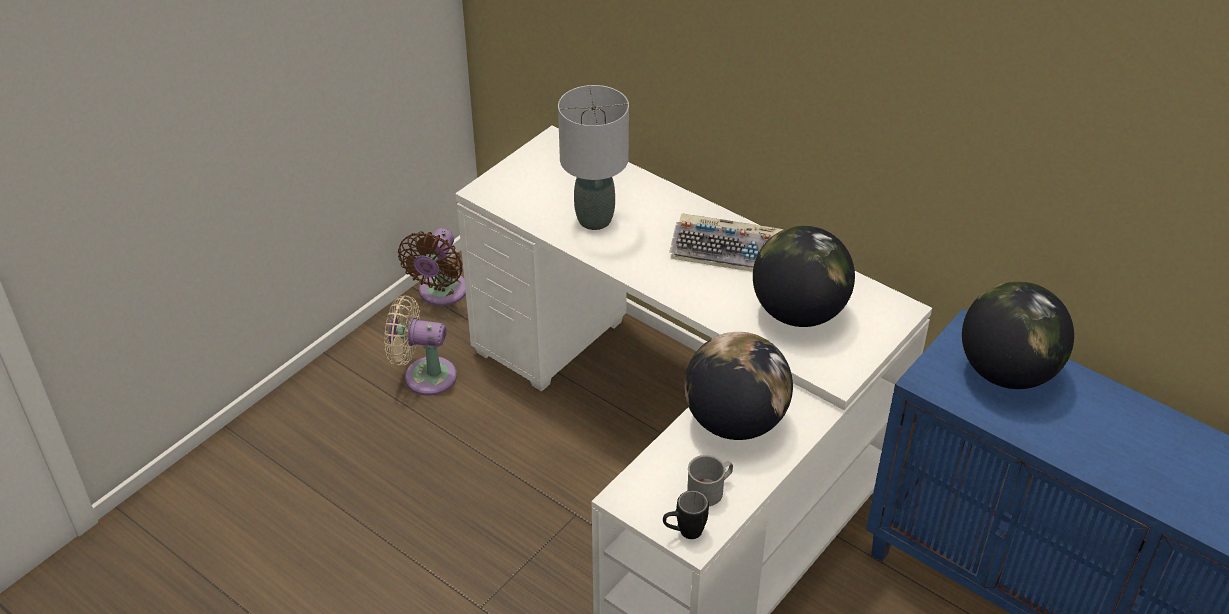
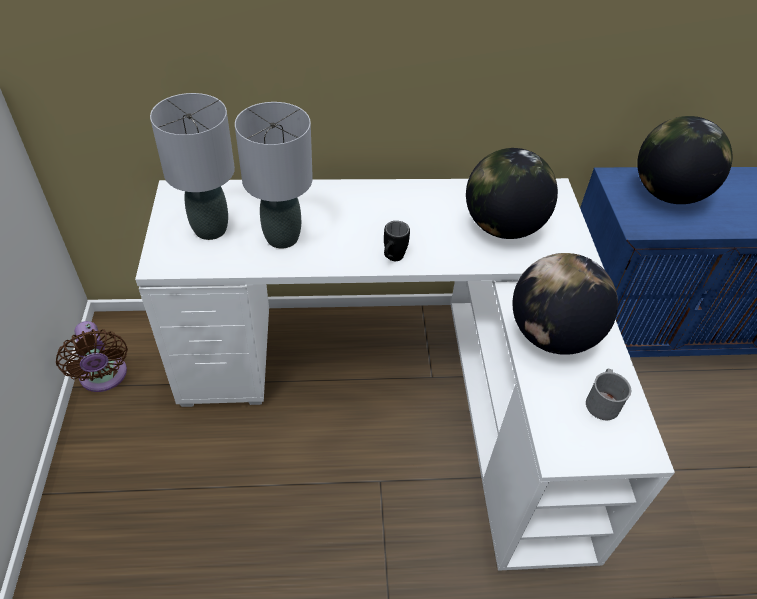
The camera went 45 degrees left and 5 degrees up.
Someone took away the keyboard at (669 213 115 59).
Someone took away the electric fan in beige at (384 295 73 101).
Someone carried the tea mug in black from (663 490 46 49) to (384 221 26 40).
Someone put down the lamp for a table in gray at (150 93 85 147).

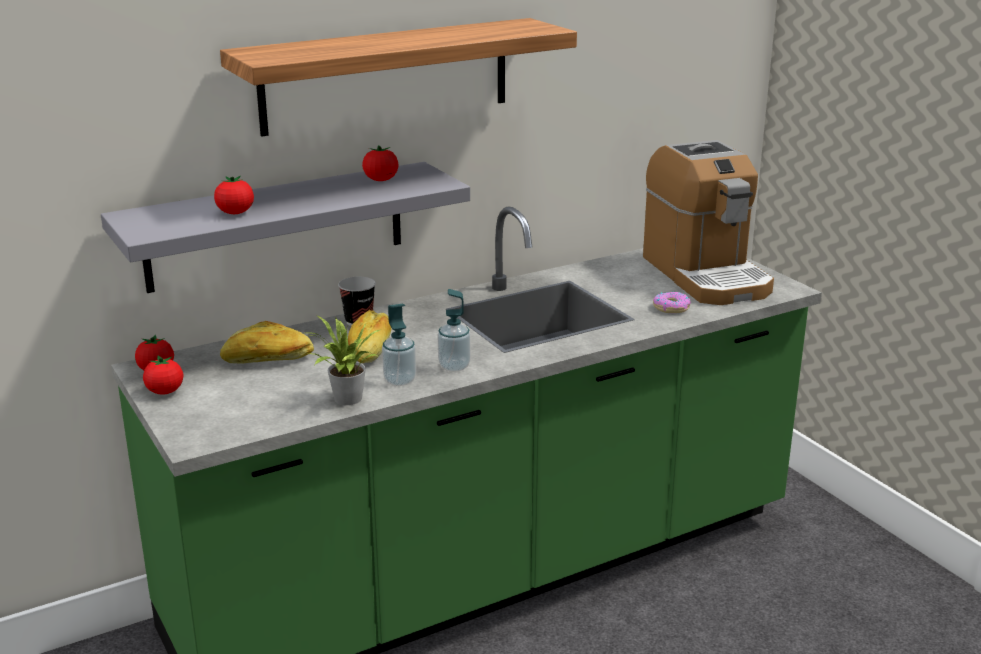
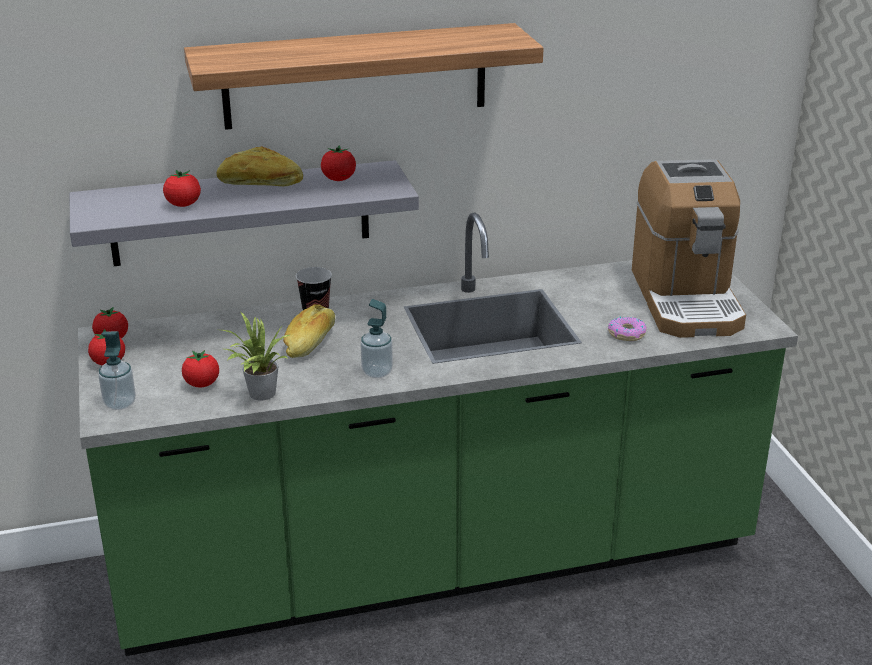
The camera went 15 degrees right and 5 degrees up.
Someone carried the liquid soap bottle from (382 304 34 82) to (98 331 38 79).
Someone carried the bakery bread from (220 321 94 43) to (216 146 87 40).
Someone put down the tomato at (182 350 37 38).

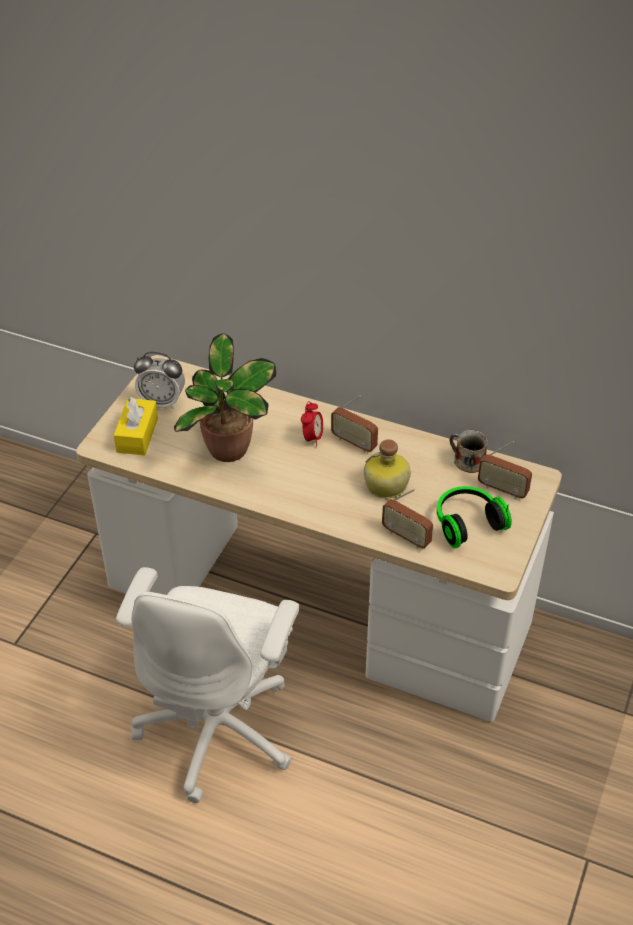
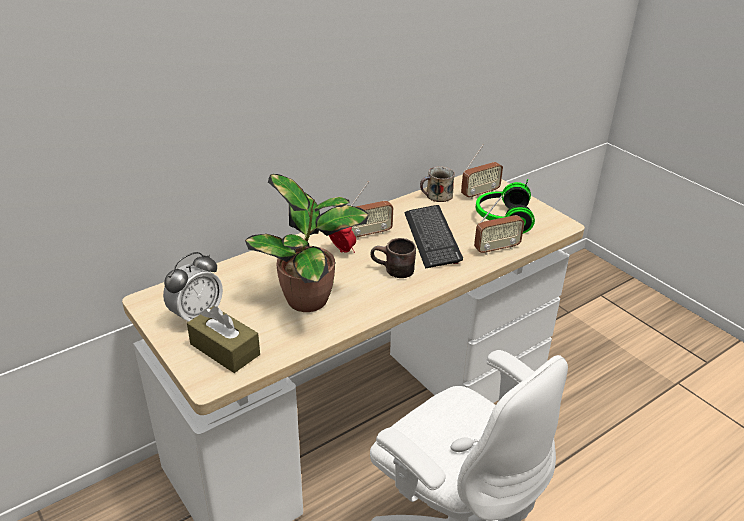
The camera went 60 degrees left and 10 degrees down.
Someone repainted the tissue box in yellowish at (114 397 44 58), which became the tissue box in brown-coloured at (187 306 73 67).
Someone swapped the drink bottle at (364 439 47 59) for the keyboard at (404 205 59 64).
Someone put down the tea mug in brown-coloured at (370 238 46 40).

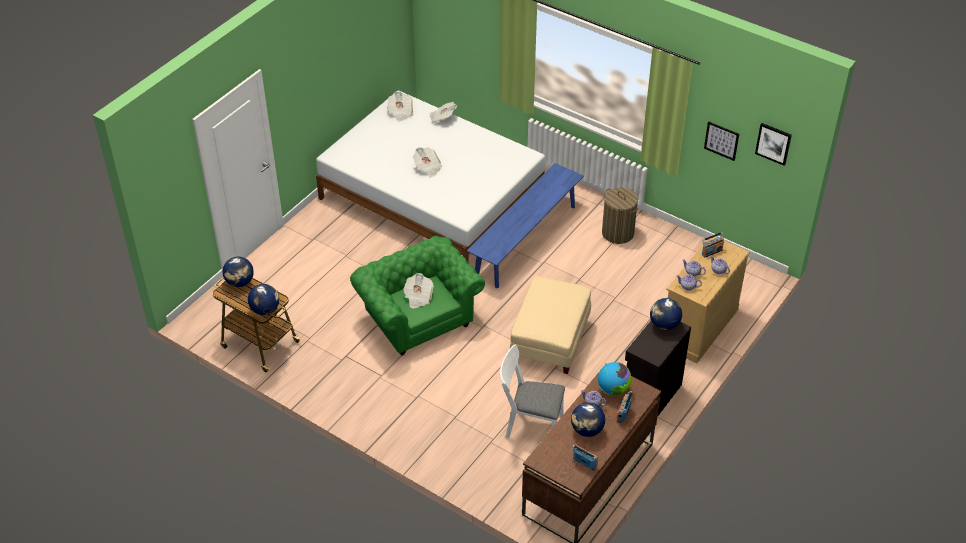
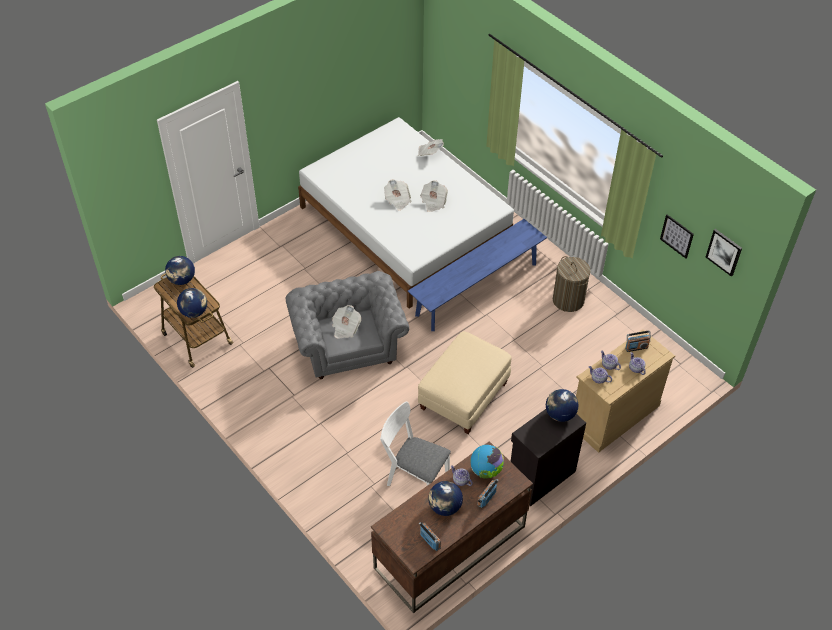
The camera went 15 degrees right and 5 degrees up.
Someone carried the newspaper from (387 91 26 31) to (420 180 28 32).
Someone repainted the armchair in greenish at (350 236 135 119), which became the armchair in gray at (286 271 123 108).

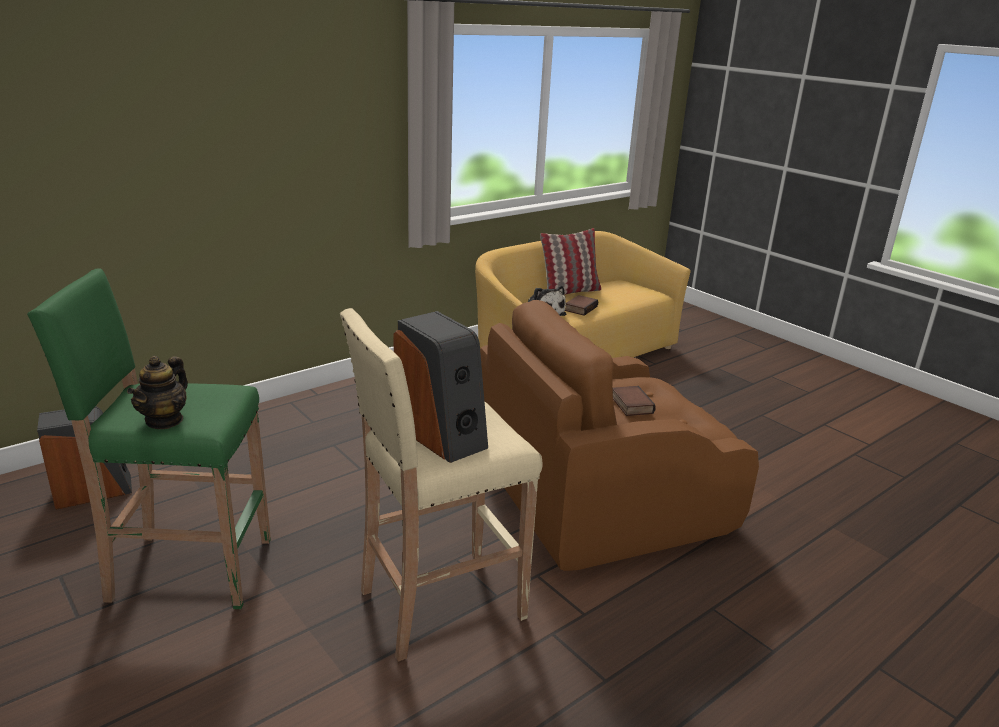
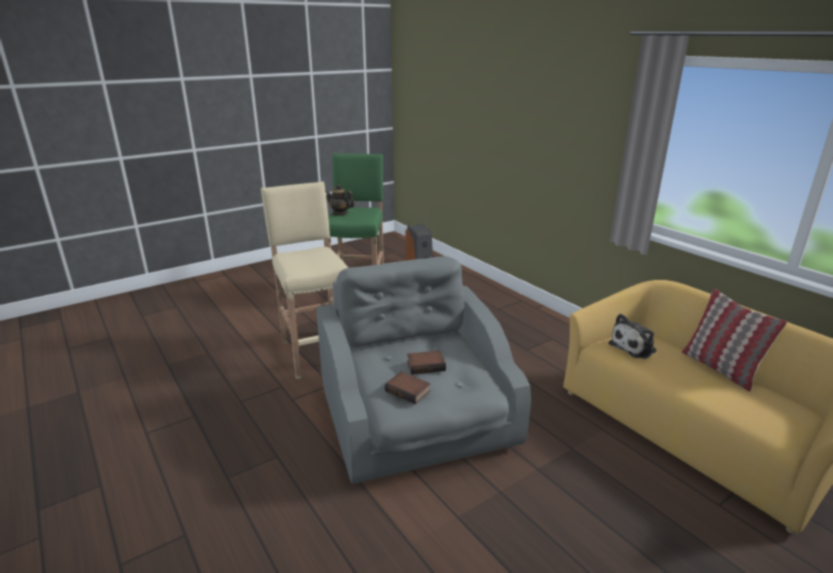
The camera went 95 degrees right and 0 degrees up.
Someone carried the volume from (565 295 33 21) to (385 372 45 32).
Someone repainted the armchair in brown-coloured at (480 300 279 271), which became the armchair in gray at (316 256 215 228).
Someone took away the audio speaker at (393 311 95 152).

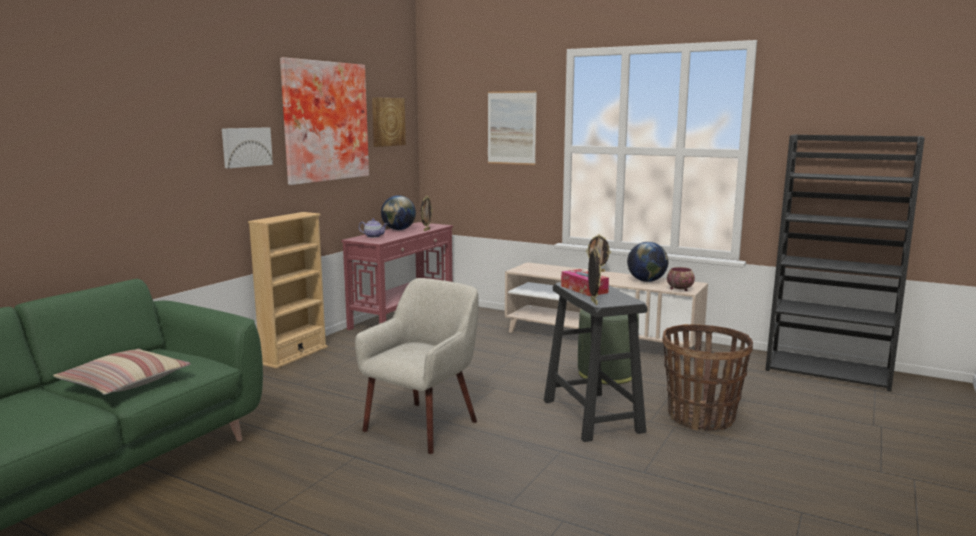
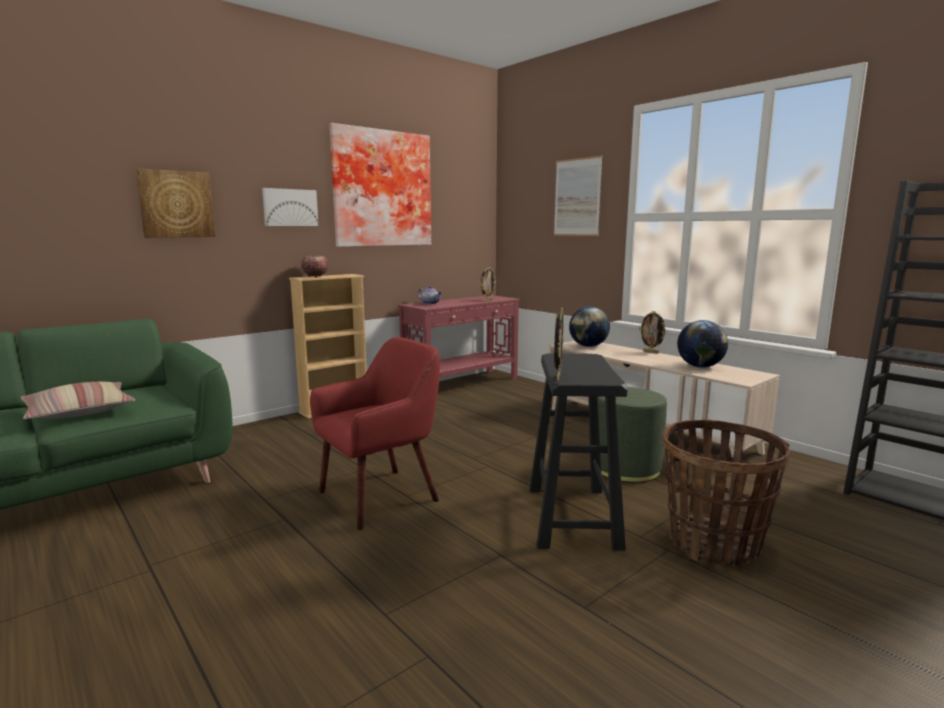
The camera went 20 degrees right and 0 degrees up.
Someone carried the picture from (372 97 34 50) to (136 168 79 70).
Someone carried the world globe from (381 195 35 35) to (569 307 41 40).
Someone carried the bowl from (667 267 28 24) to (301 256 28 21).
Someone took away the tissue box at (561 269 48 27).
Someone repainted the armchair in beige at (355 278 123 176), which became the armchair in red-coloured at (310 337 130 193).

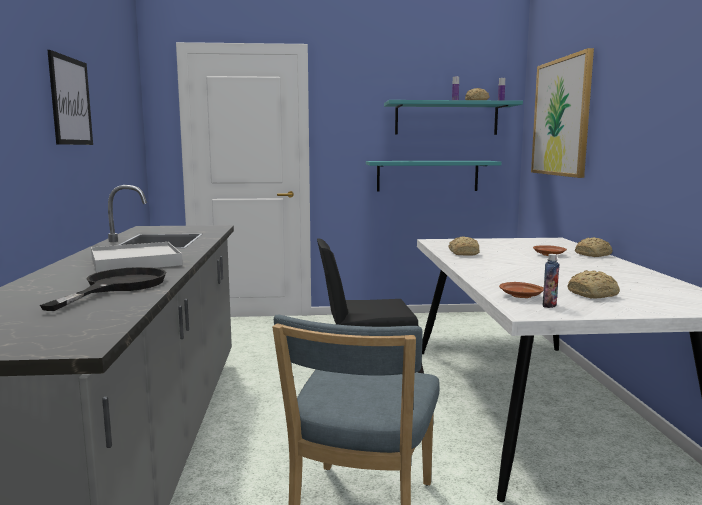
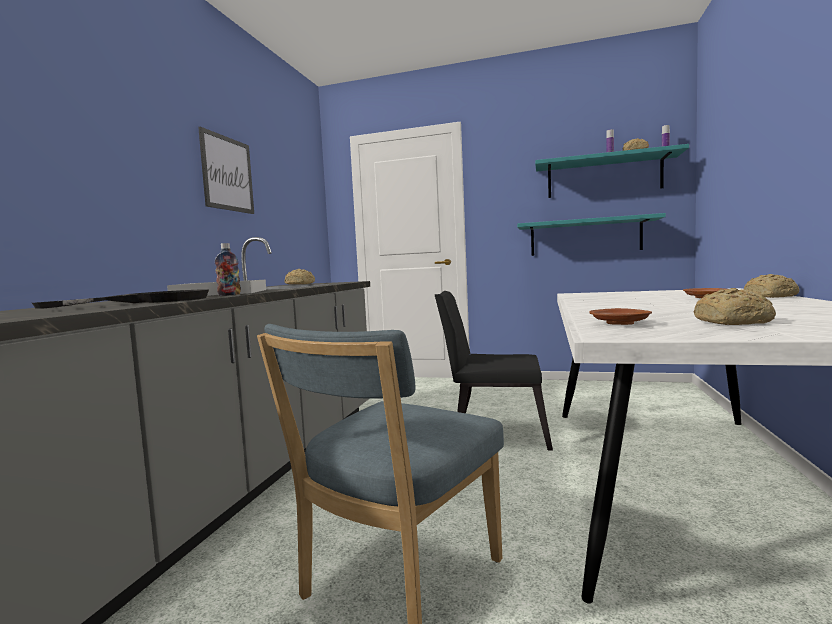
The camera went 20 degrees right and 5 degrees down.
Someone took away the picture at (531 48 63 130).
Someone carried the bakery bread from (449 236 30 19) to (285 269 30 15).
Someone carried the drink bottle from (543 254 16 54) to (215 243 26 53).

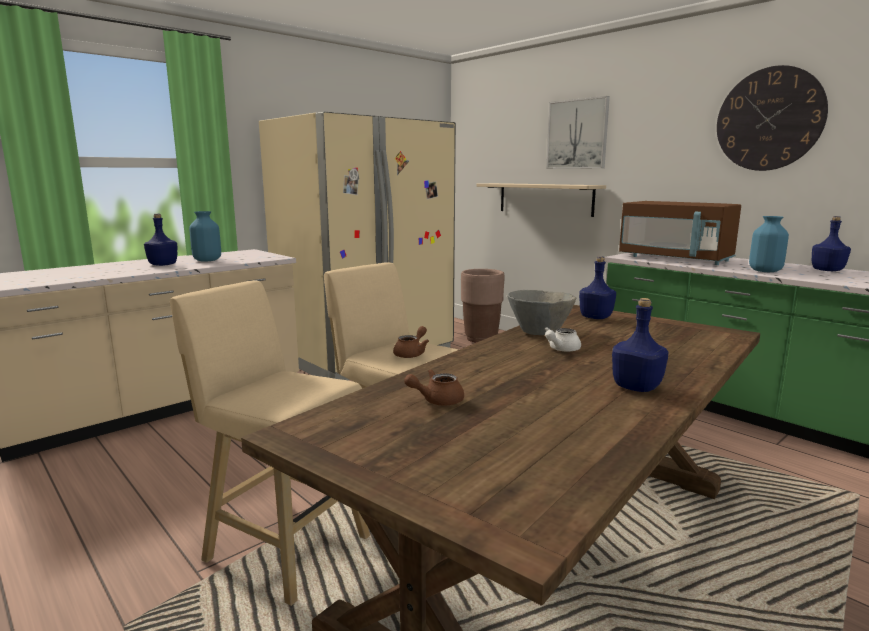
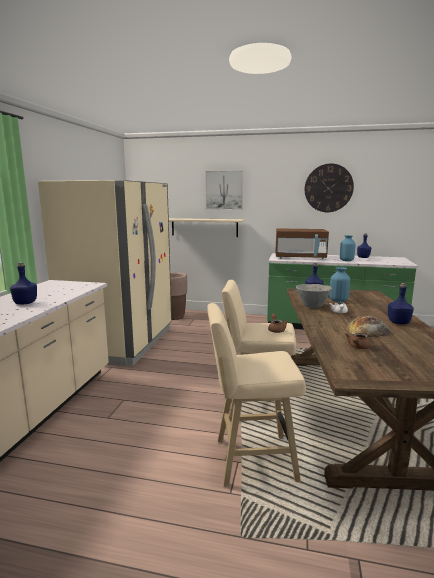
The camera went 35 degrees left and 0 degrees up.
Someone carried the decorative vase in blue from (189 211 32 51) to (329 267 21 35).
Someone put down the bakery bread at (346 315 45 22).

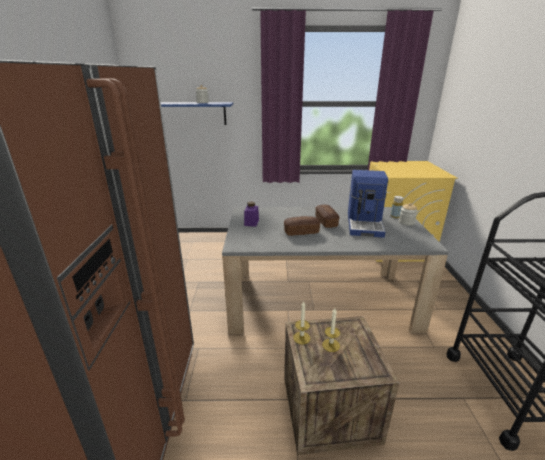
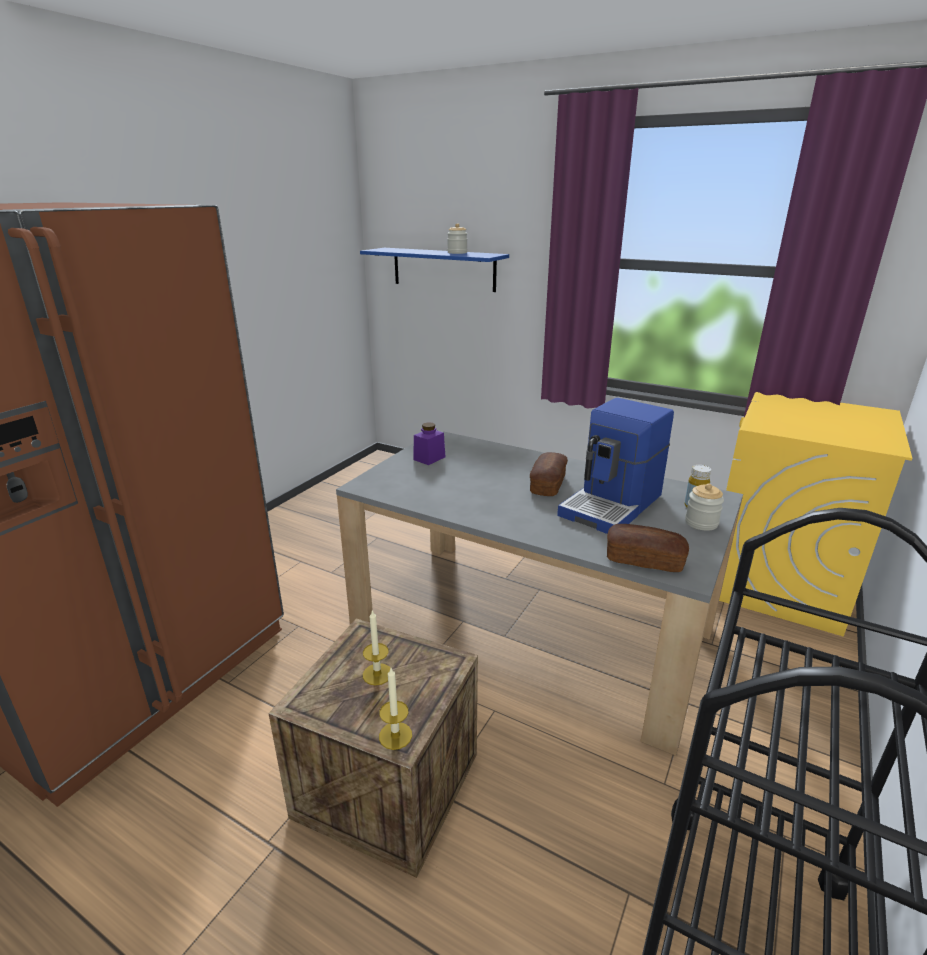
The camera went 30 degrees right and 0 degrees up.
Someone carried the bakery bread from (284 216 36 20) to (607 524 82 48).
Someone carried the wax candle from (293 301 17 43) to (379 668 33 82).

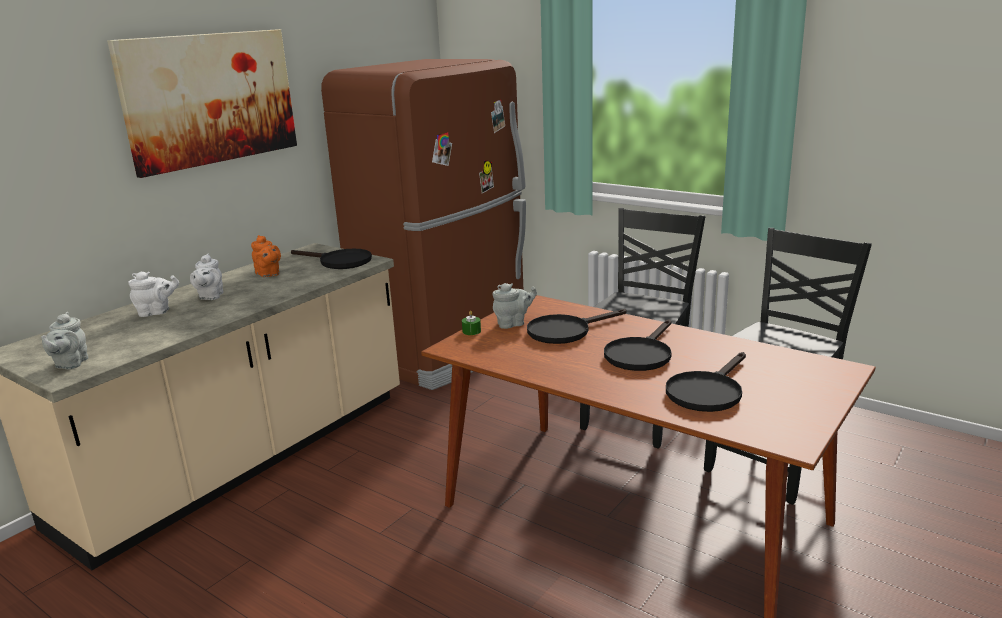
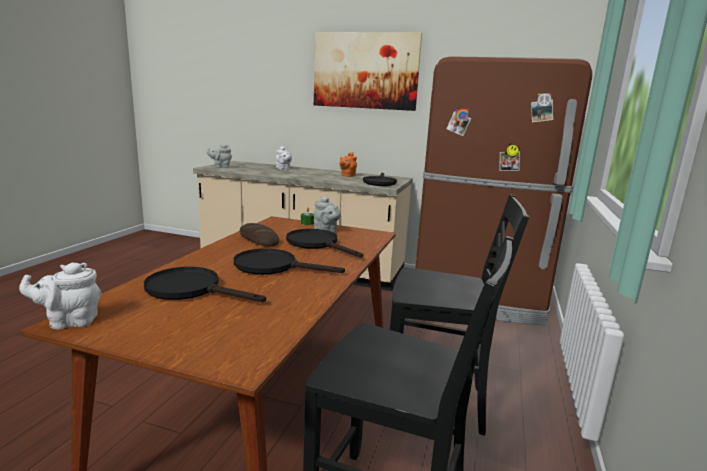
The camera went 70 degrees right and 5 degrees down.
Someone carried the tea pot in whitish from (190 254 34 46) to (19 262 82 67).
Someone put down the bakery bread at (240 223 39 23).

